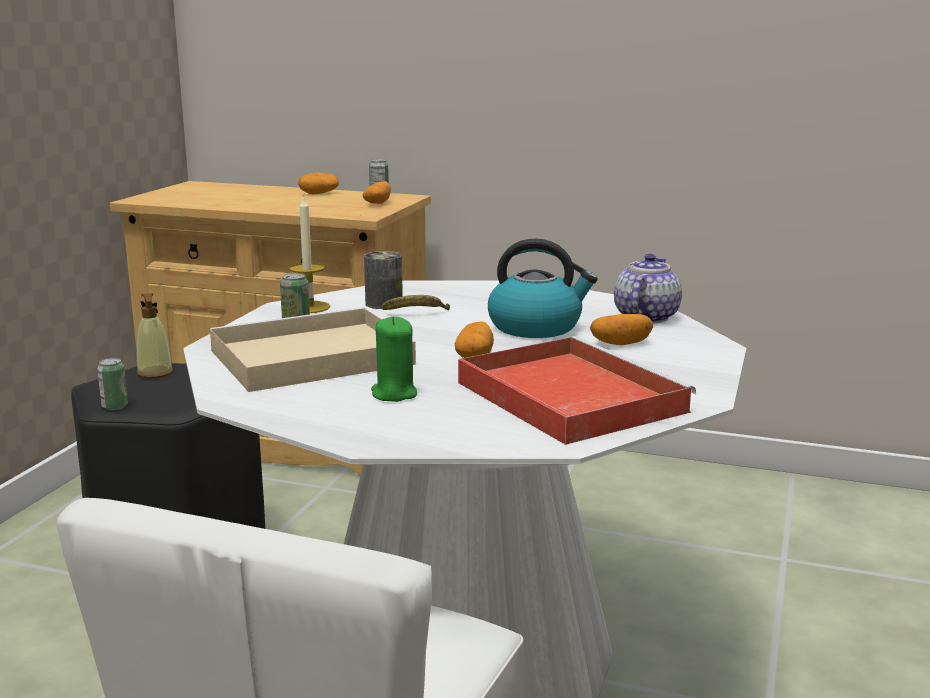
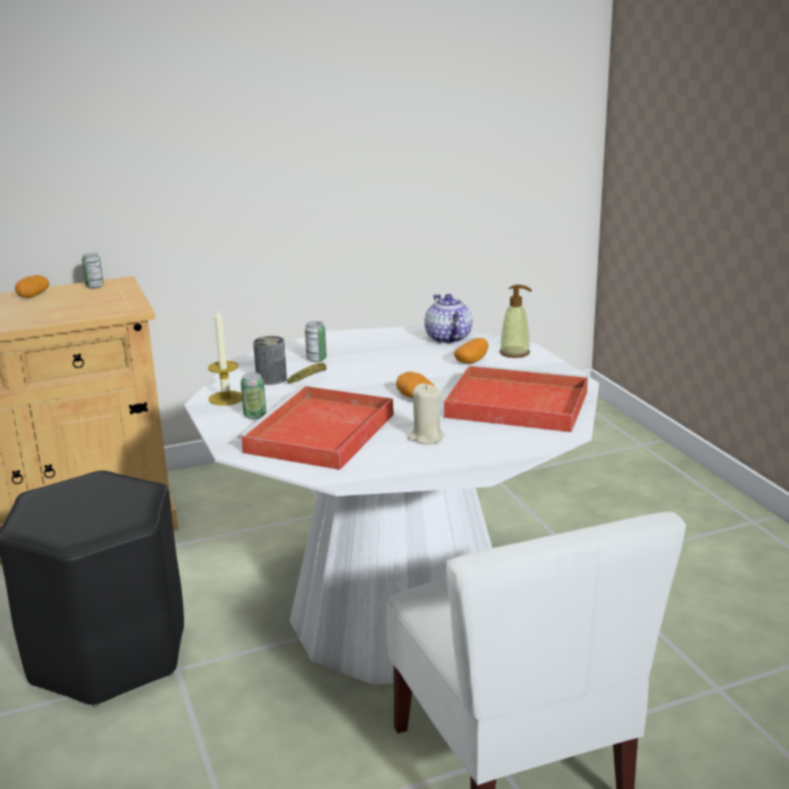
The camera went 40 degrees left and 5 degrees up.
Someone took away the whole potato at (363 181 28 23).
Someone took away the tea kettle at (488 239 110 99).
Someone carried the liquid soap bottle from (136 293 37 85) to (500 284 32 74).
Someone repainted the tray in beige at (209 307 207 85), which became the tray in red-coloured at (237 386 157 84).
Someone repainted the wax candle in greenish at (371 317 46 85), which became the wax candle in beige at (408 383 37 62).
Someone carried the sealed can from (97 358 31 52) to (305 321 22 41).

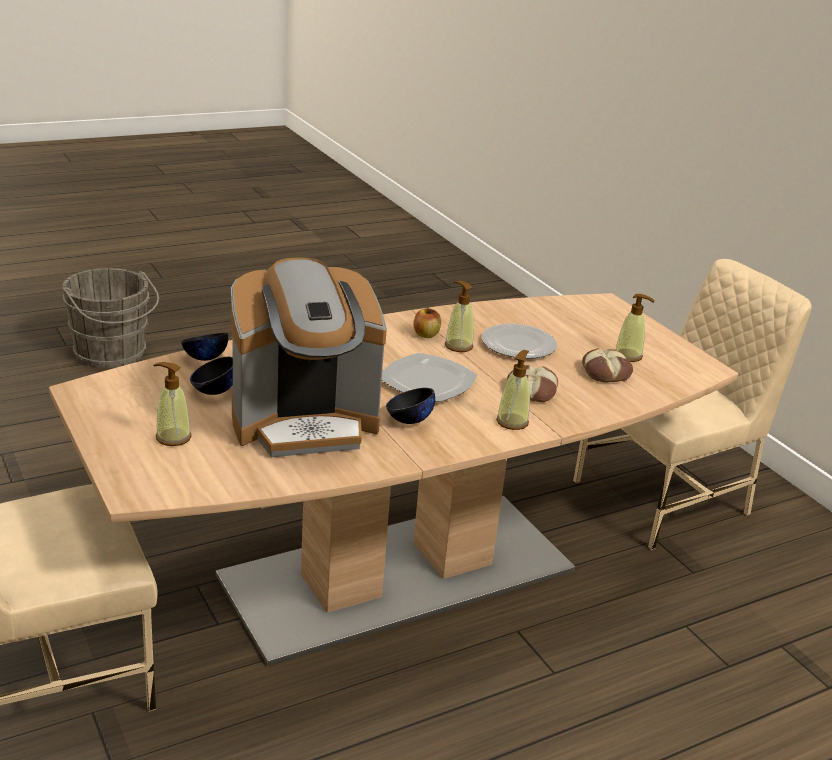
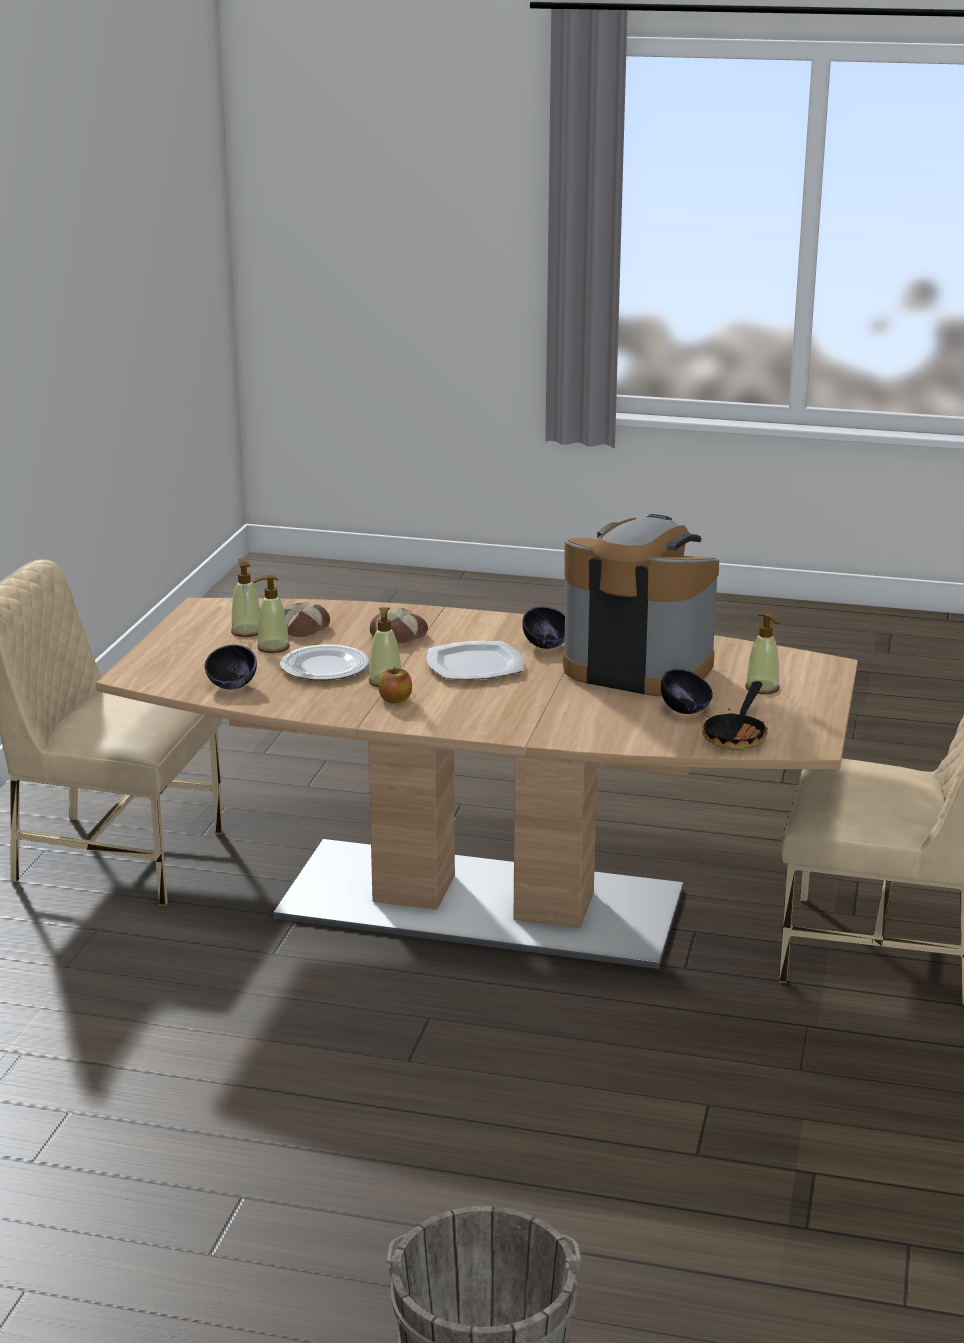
The camera went 135 degrees left and 5 degrees down.
Someone carried the bowl in black from (181 333 47 28) to (205 645 52 45).
Someone carried the liquid soap bottle from (496 350 34 80) to (253 575 37 78).
Someone put down the pan at (702 681 66 70).

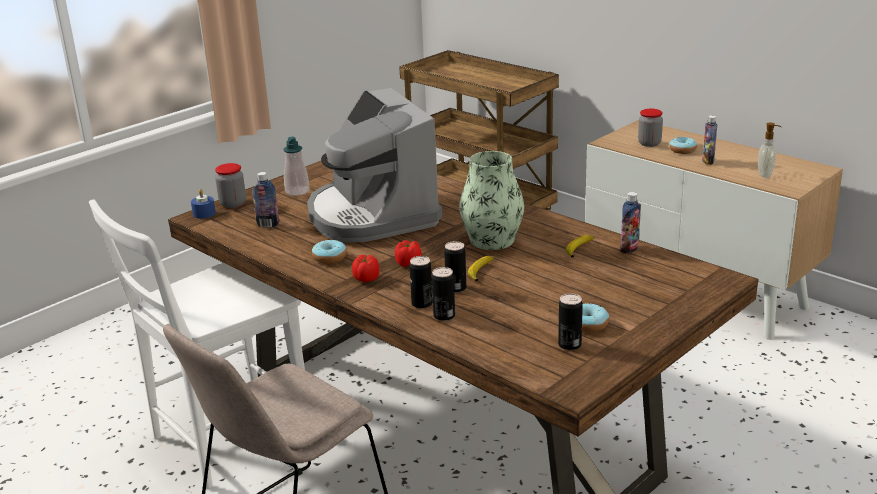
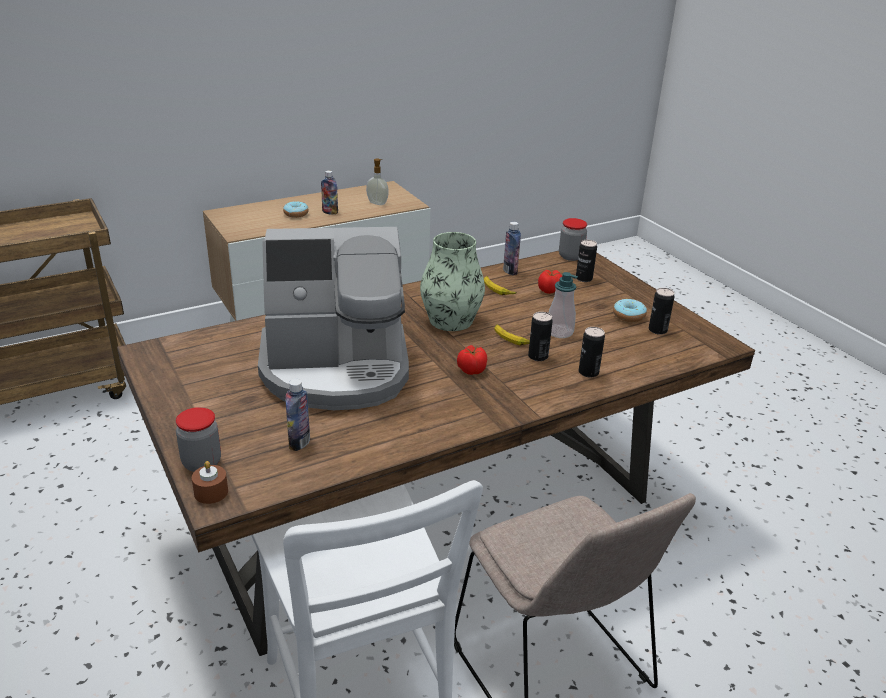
The camera went 75 degrees left and 5 degrees up.
Someone carried the preserve jar from (638 109 25 38) to (559 218 28 43).
Someone carried the liquid soap bottle from (283 137 26 59) to (549 272 29 66).
Someone repainted the wax candle in blue at (191 189 25 30), which became the wax candle in brown-coloured at (192 461 36 43).
Someone took away the donut at (312 240 35 24).
Someone carried the tomato from (352 255 27 27) to (538 270 24 24).
Someone carried the sealed can from (409 256 24 53) to (576 240 21 42).

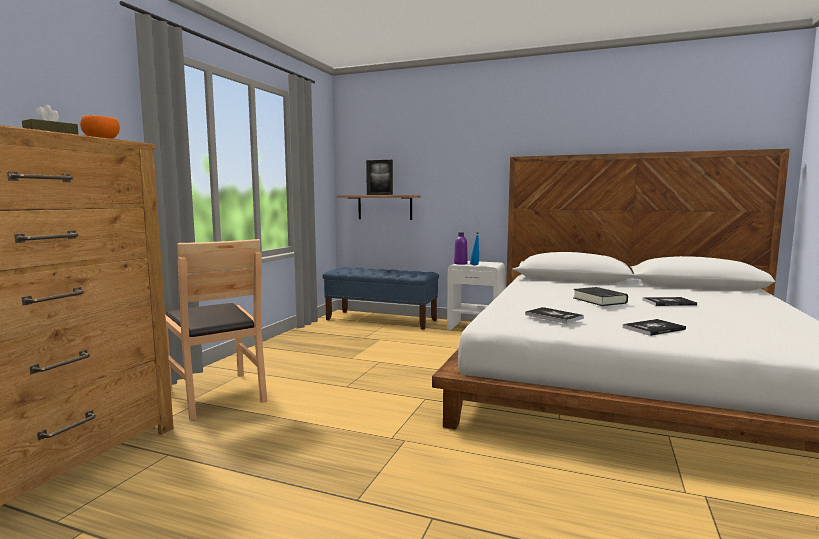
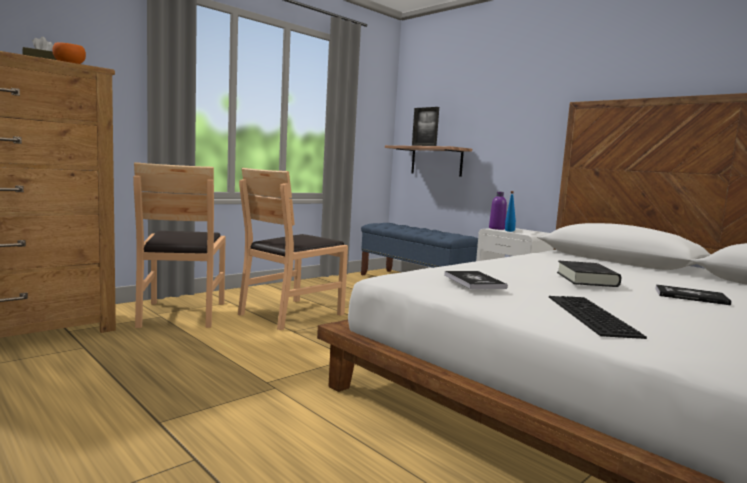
The camera went 25 degrees right and 0 degrees up.
Someone swapped the volume at (622 319 64 17) for the keyboard at (549 296 98 43).
Someone put down the plain chair in brown-coloured at (238 168 110 162).

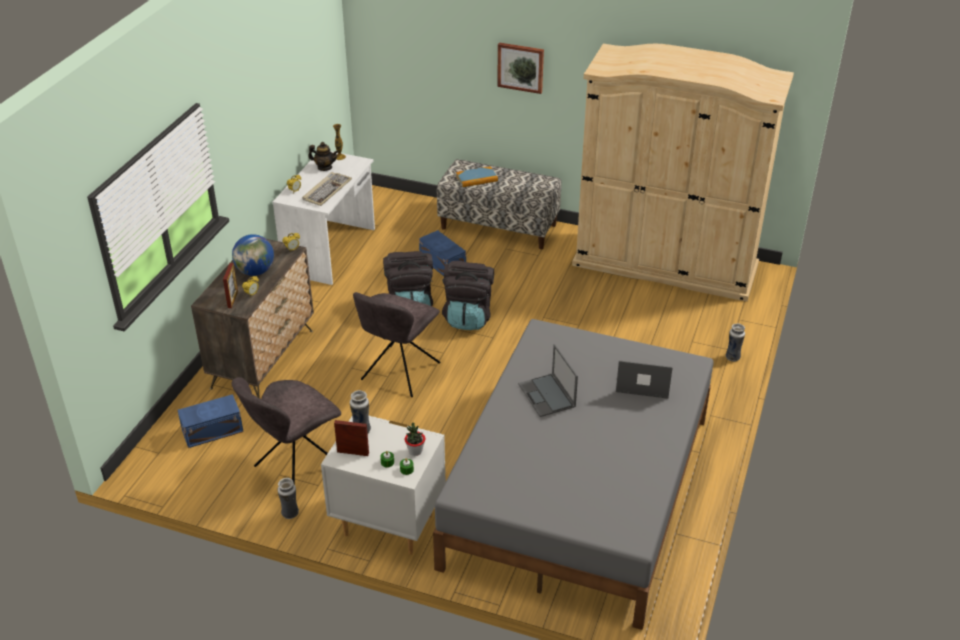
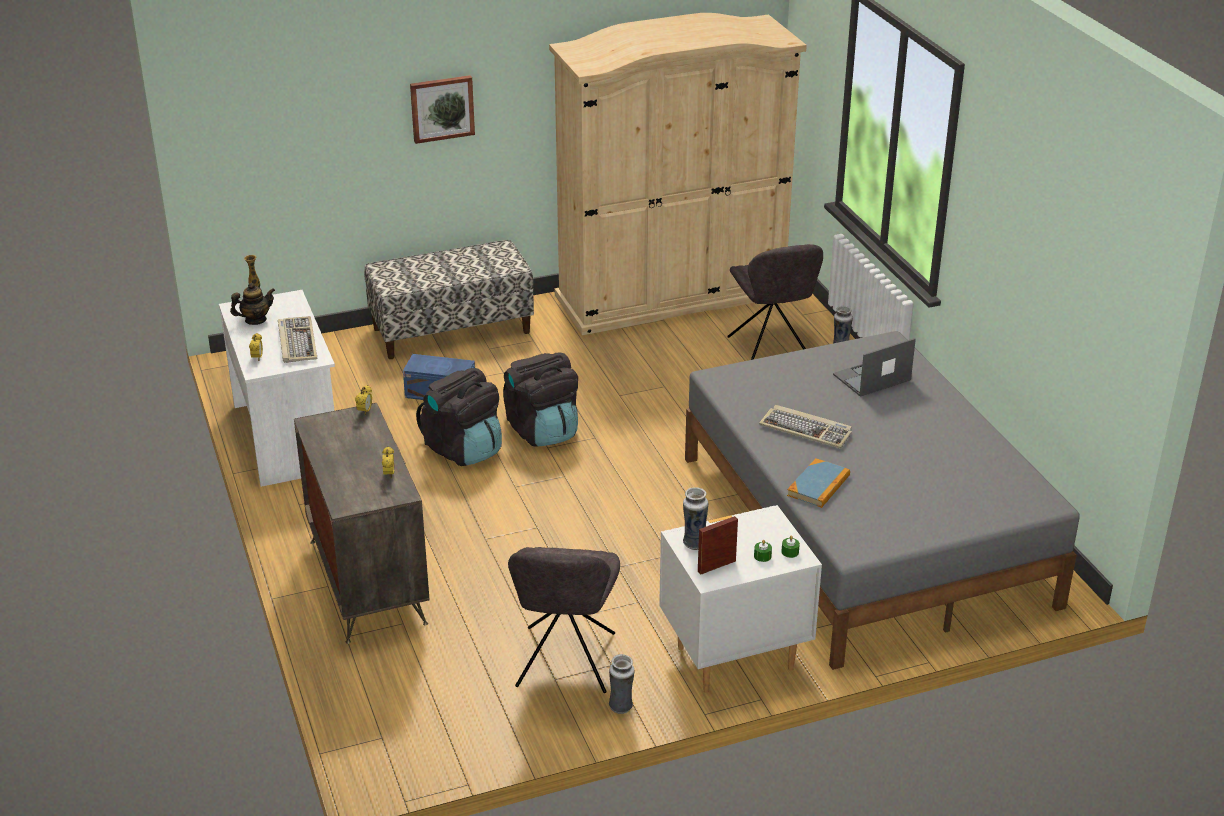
The camera went 40 degrees left and 5 degrees down.
Someone carried the volume from (456 166 42 21) to (787 458 63 50).
Someone took away the world globe at (232 234 42 42).
Someone took away the standing frame at (223 263 15 45).
Someone carried the plain chair in gray from (353 292 87 105) to (727 244 96 116).
Someone swapped the laptop at (518 344 60 73) for the keyboard at (759 405 93 44).
Someone took away the storage container in blue at (177 394 66 54).
Someone took away the plant in a pot at (405 423 20 33).

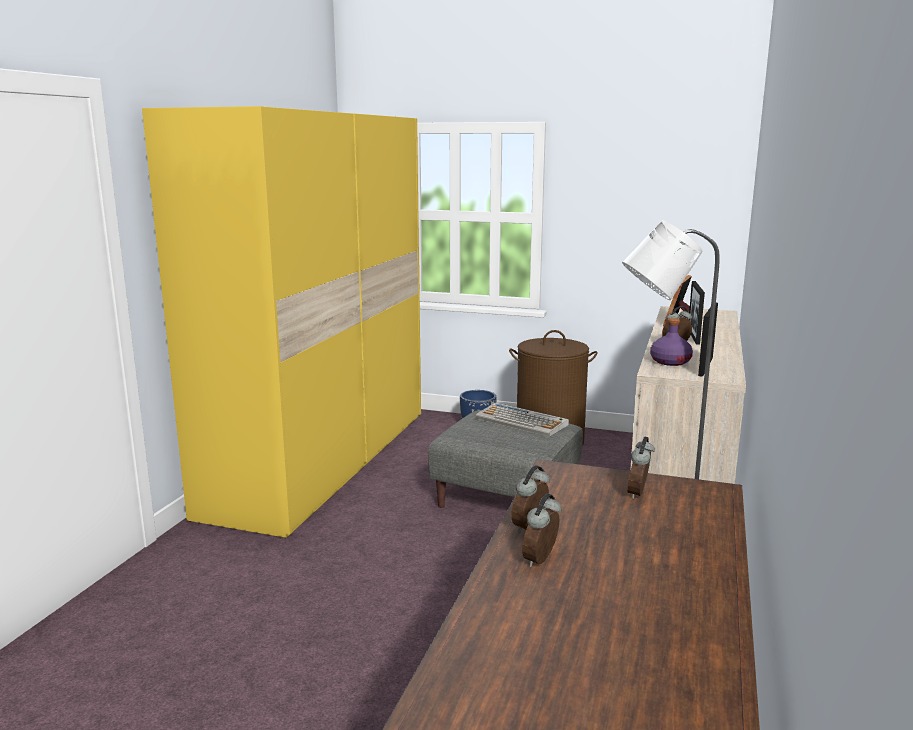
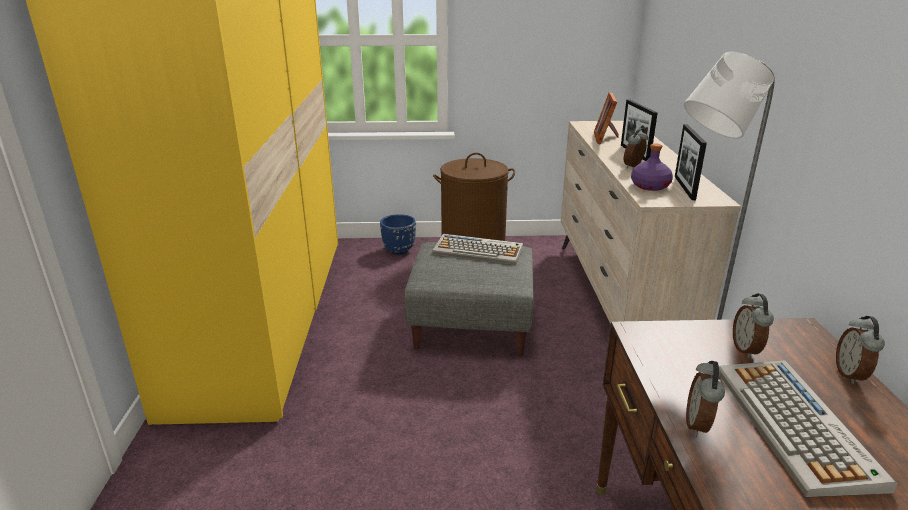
The camera went 20 degrees left and 10 degrees up.
Someone carried the alarm clock from (522 493 39 74) to (836 316 49 68).
Someone put down the keyboard at (719 360 178 137).

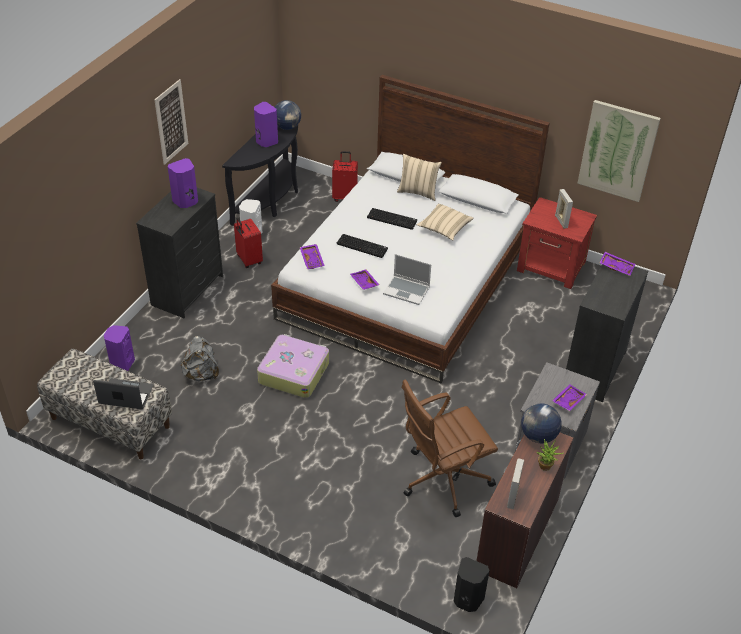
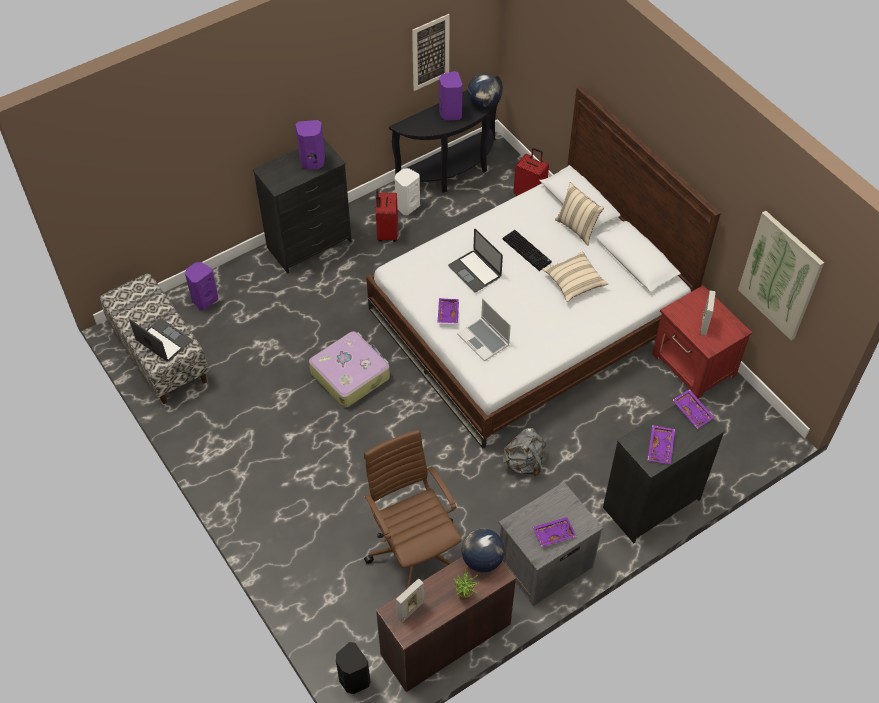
The camera went 30 degrees right and 10 degrees up.
Someone carried the picture from (154 79 34 86) to (412 14 38 77).
Someone swapped the keyboard at (337 234 51 24) for the laptop at (448 229 55 63).
Someone carried the tray in purplish from (300 244 25 25) to (648 425 27 39).
Someone carried the backpack in gray from (181 336 38 45) to (502 428 44 48).
Someone rotated the computer chair in brown-coloured at (402 379 96 138) by 60 degrees clockwise.

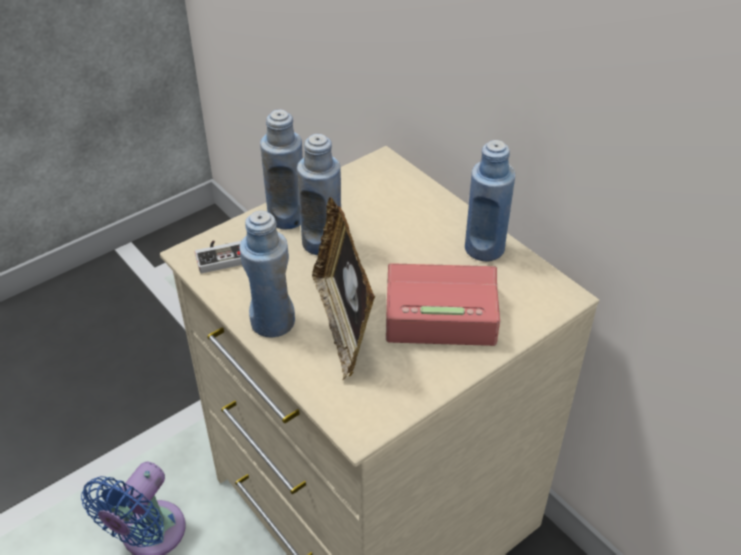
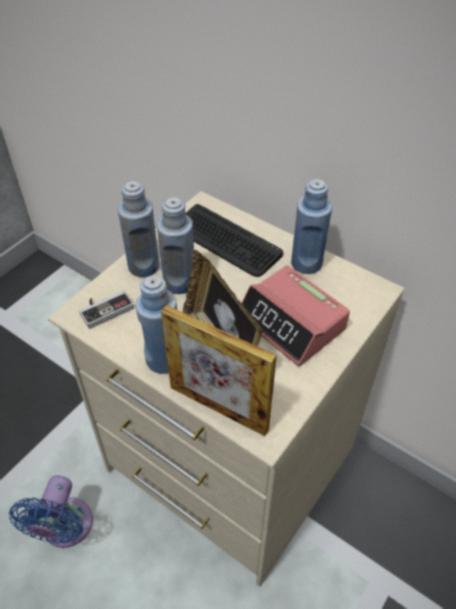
The camera went 15 degrees left and 5 degrees up.
Someone rotated the alarm clock at (386 263 114 83) by 120 degrees counterclockwise.
Someone put down the keyboard at (185 204 98 73).
Someone put down the standing frame at (161 305 116 131).

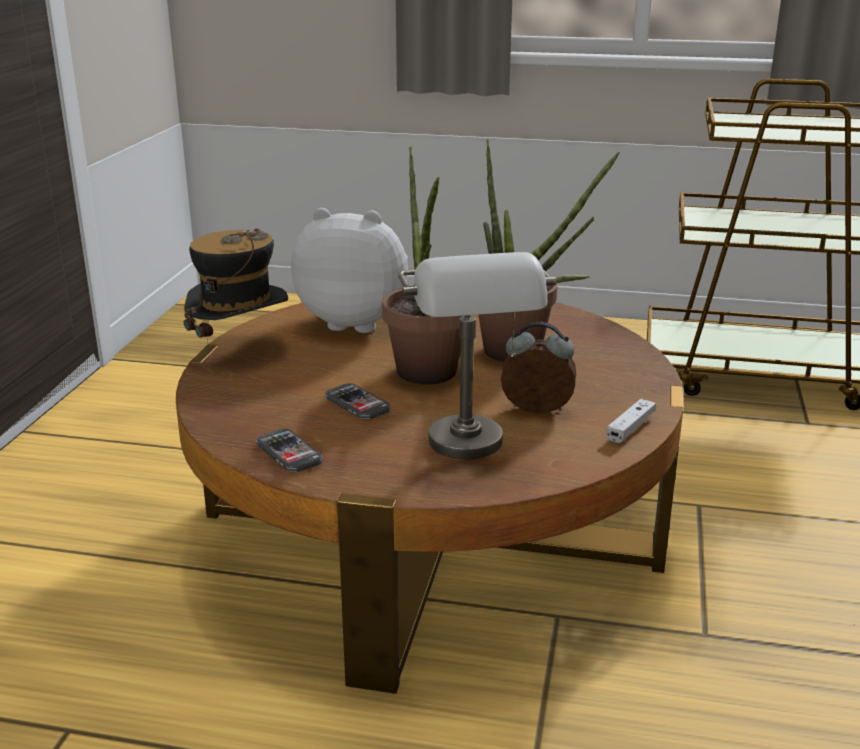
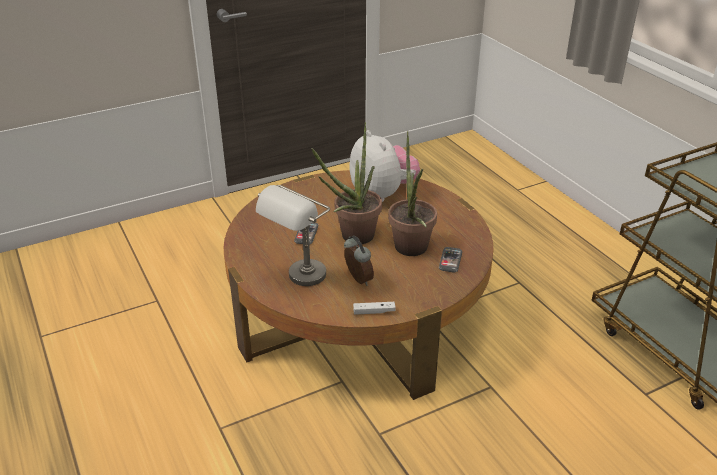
The camera went 50 degrees right and 10 degrees up.
Someone took away the hat at (184 228 104 142).
Someone carried the telephone from (256 429 67 43) to (439 247 23 25).

